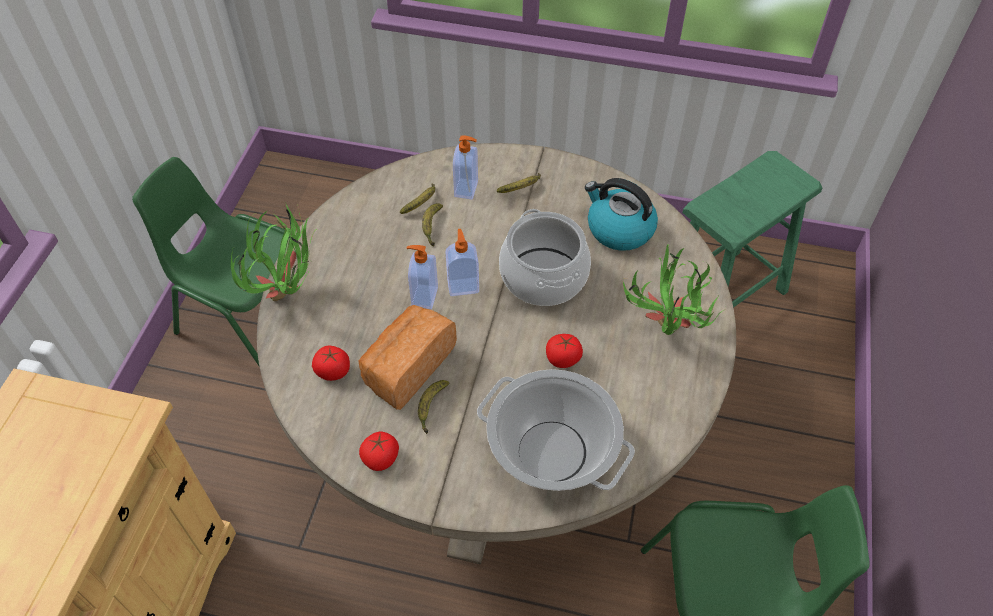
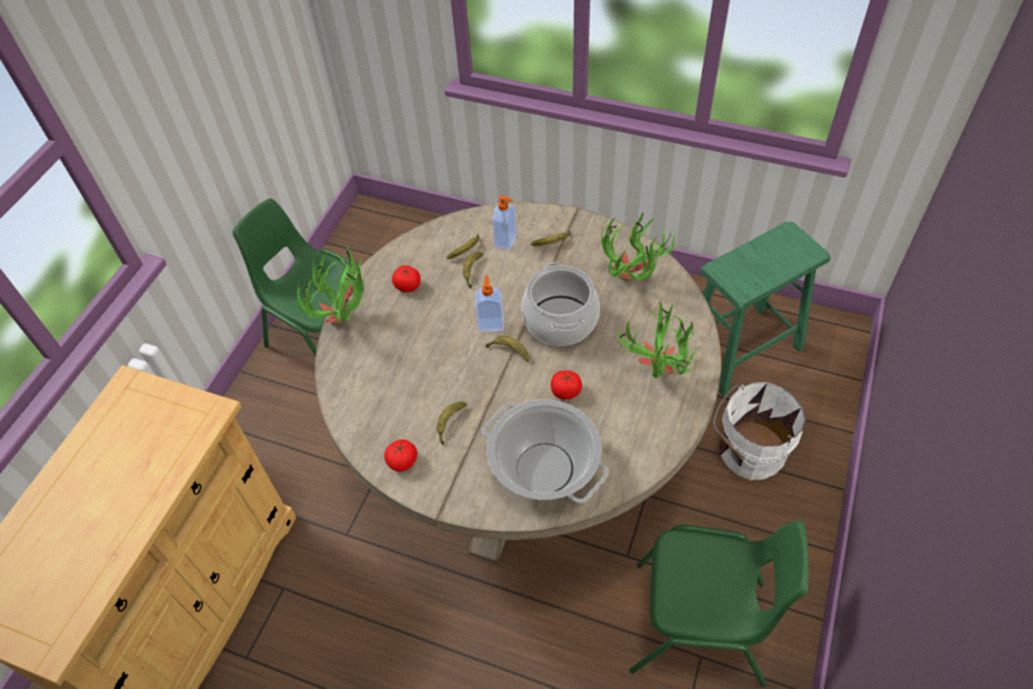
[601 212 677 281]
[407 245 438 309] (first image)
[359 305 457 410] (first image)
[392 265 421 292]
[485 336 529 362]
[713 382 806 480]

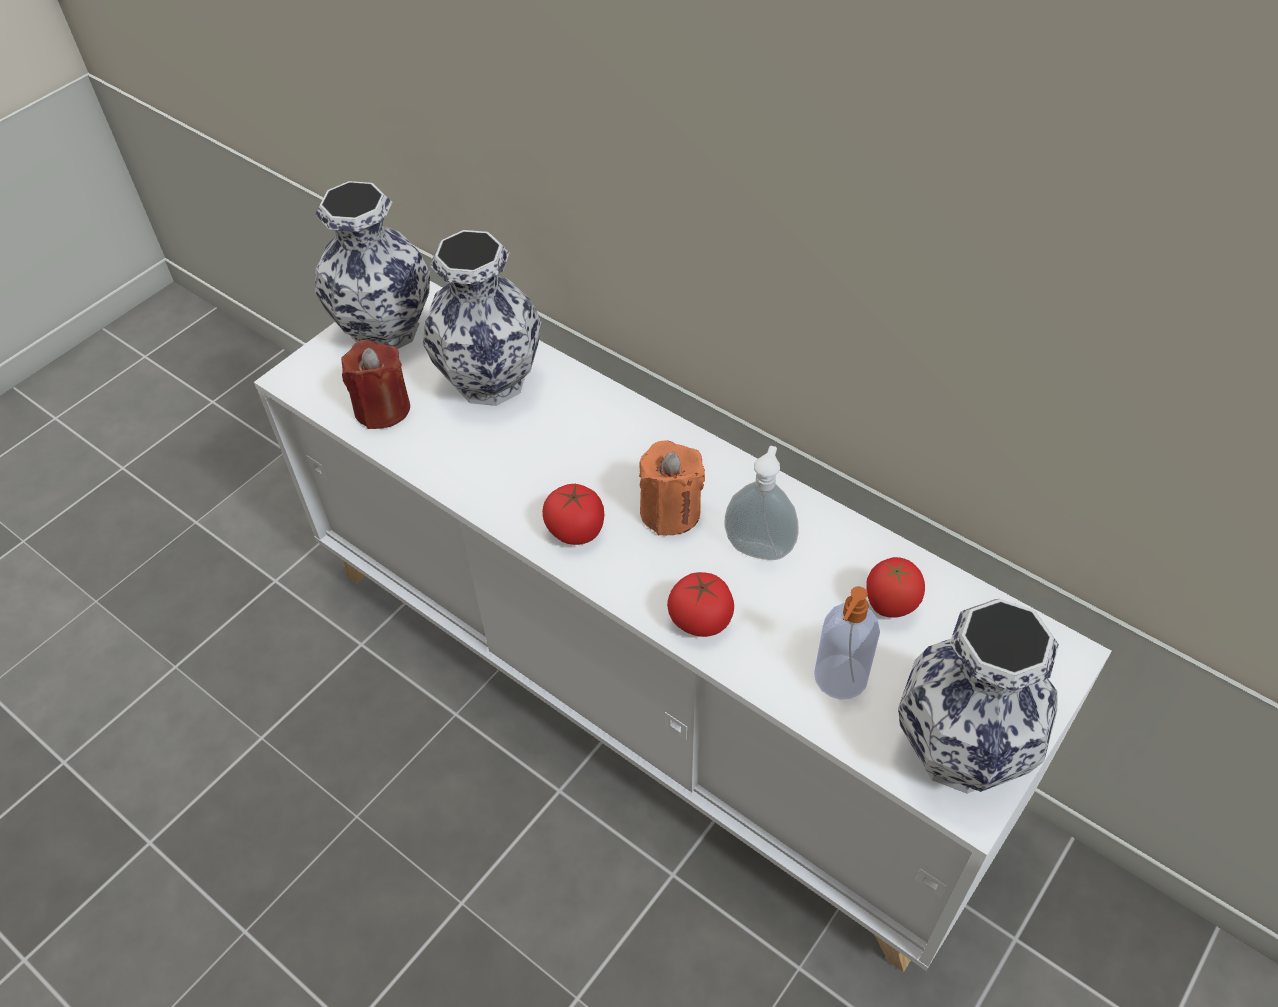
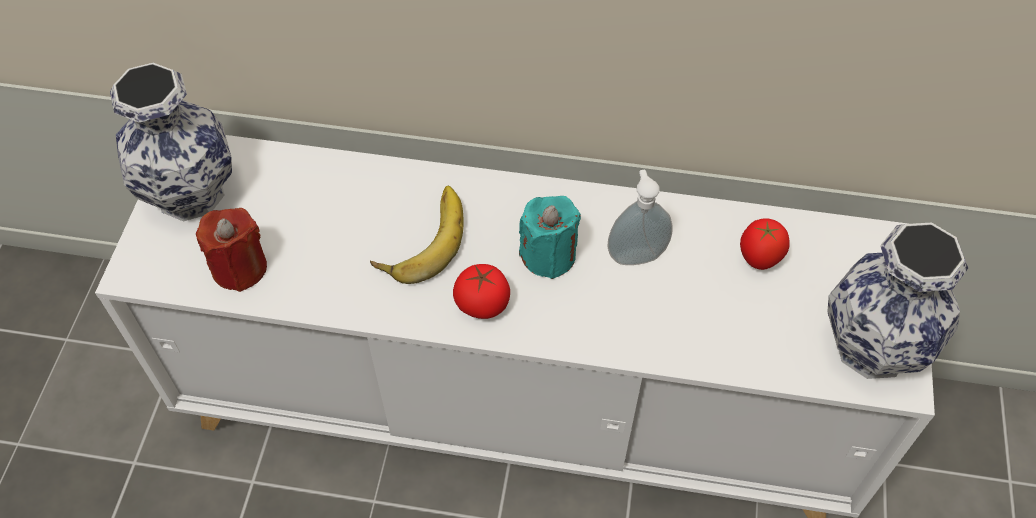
[423 230 541 406] (first image)
[519 196 581 279]
[667 572 734 637] (first image)
[814 586 880 700] (first image)
[370 186 463 284]

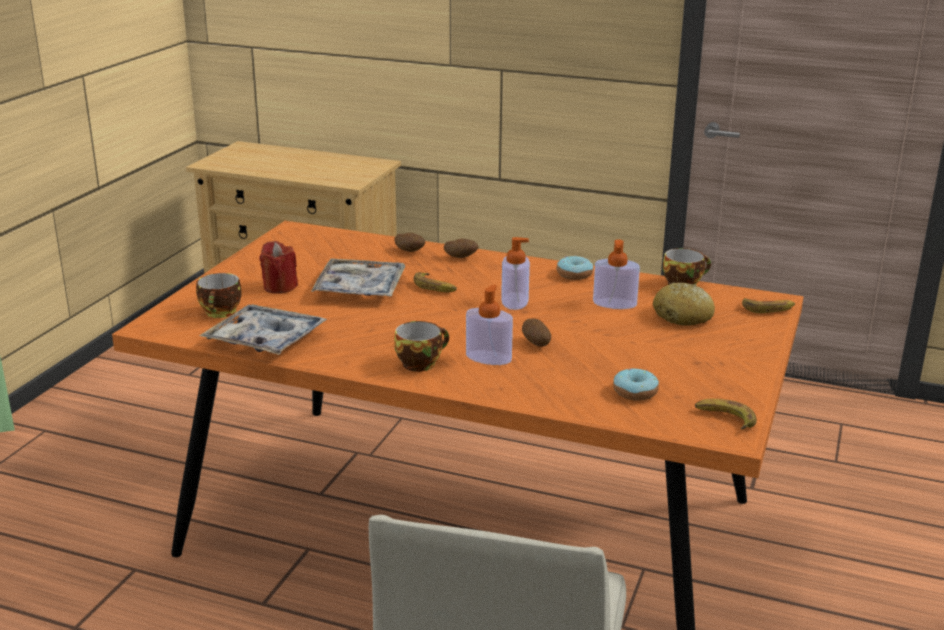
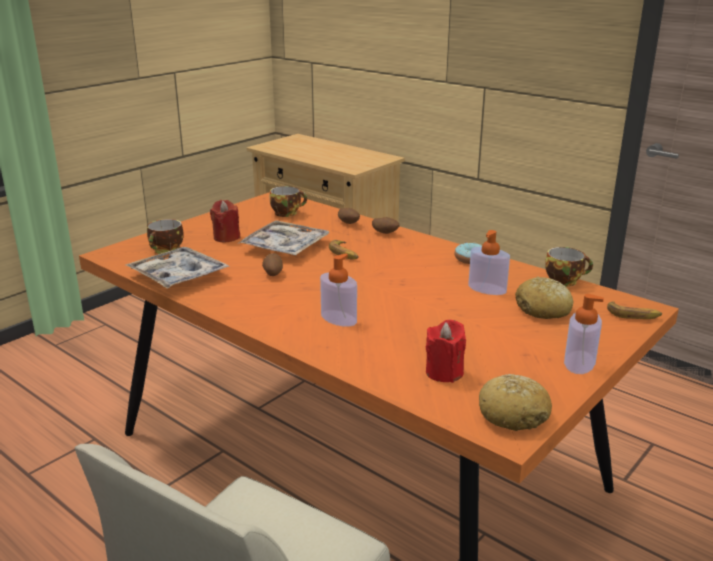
[564 294 604 374]
[262 253 283 276]
[269 186 307 217]
[426 320 466 383]
[479 374 552 431]

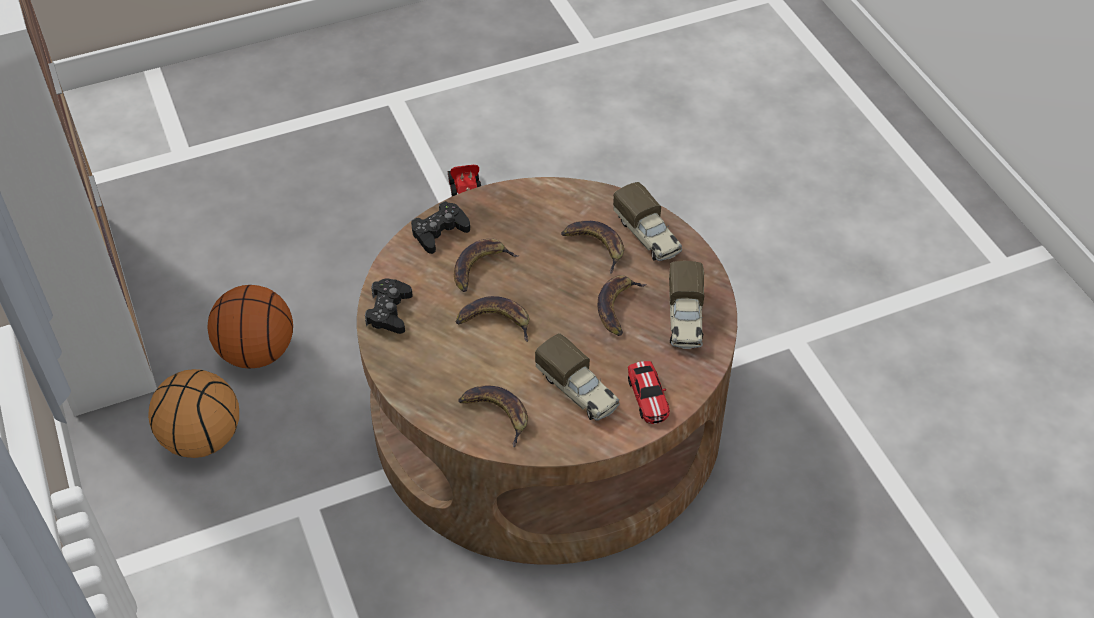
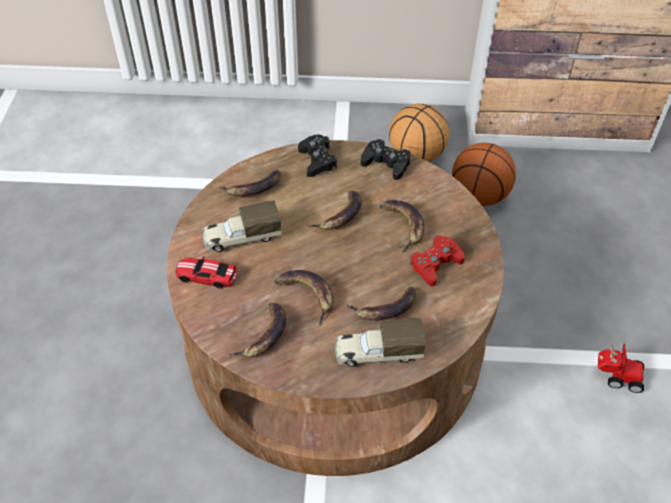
[298 135 337 177]
[229 303 286 357]
[410 235 465 286]

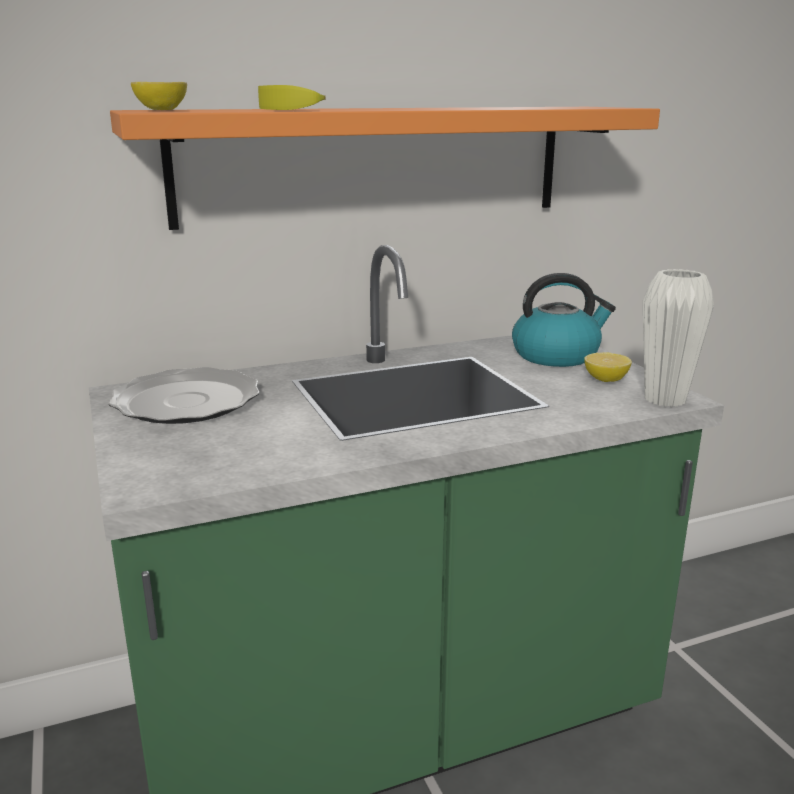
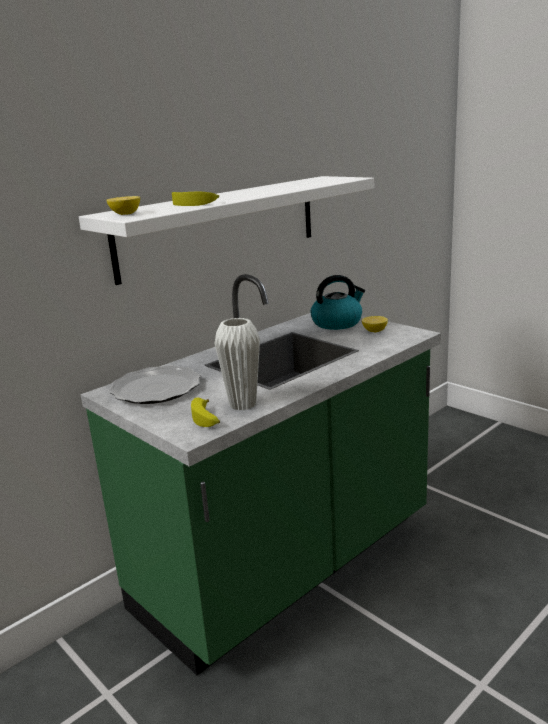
[79 176 374 285]
[215 318 260 410]
[191 397 220 427]

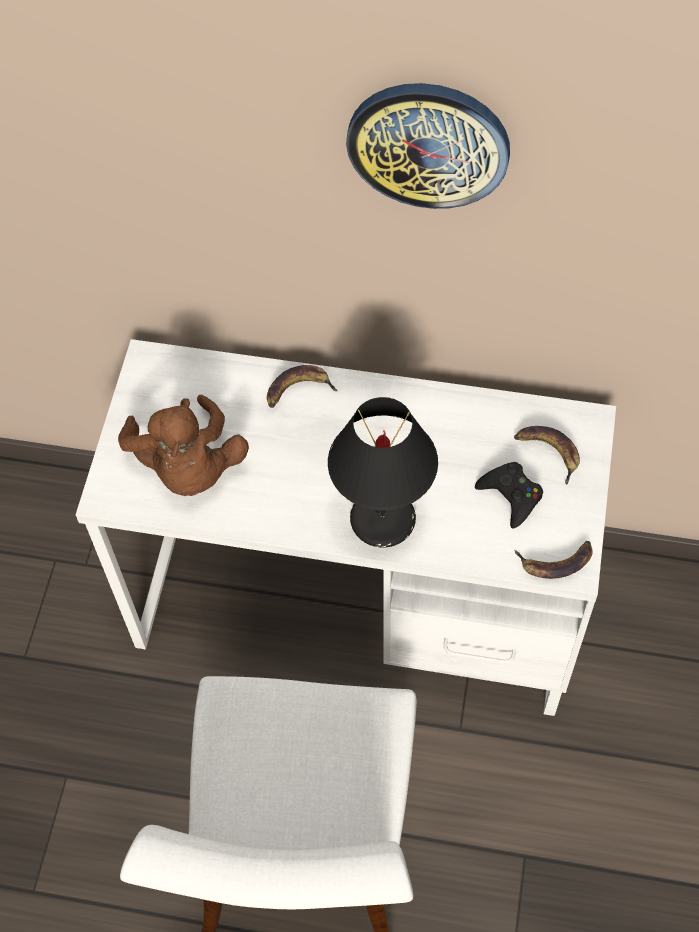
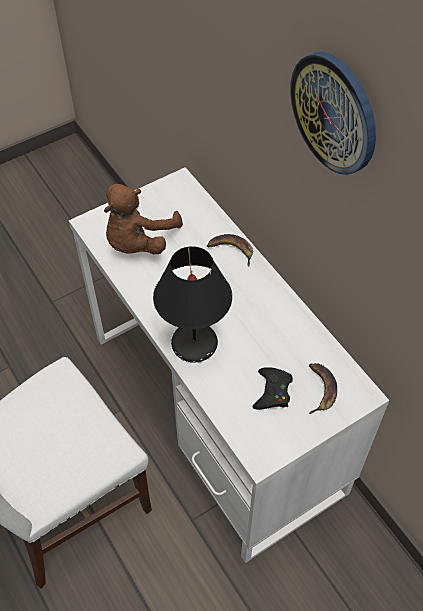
[514 541 593 579] (first image)

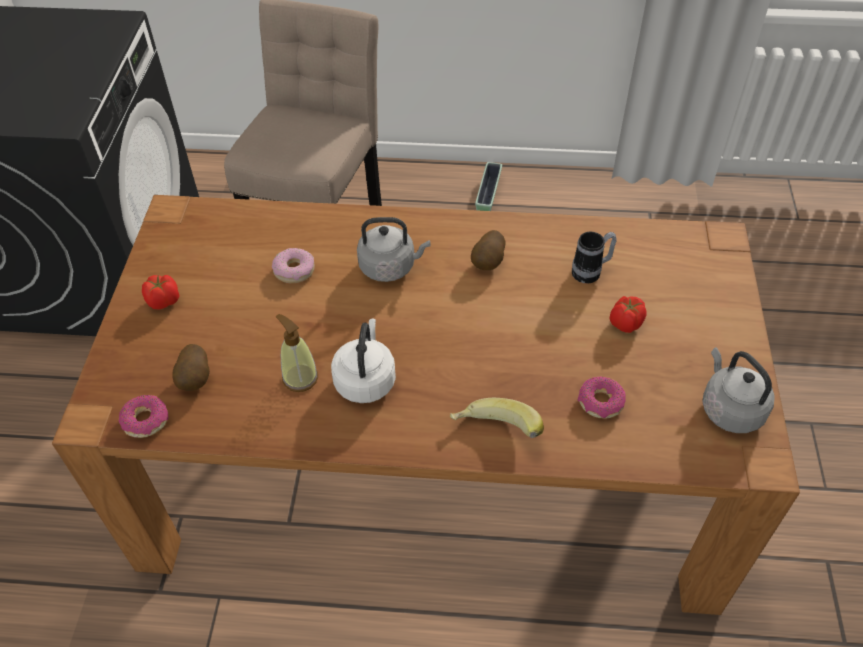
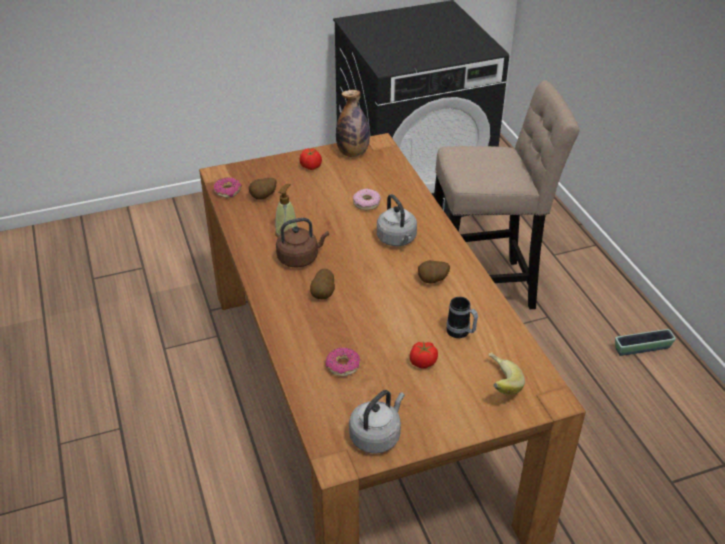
[276 218 329 268]
[488 352 525 395]
[336 90 370 157]
[310 268 335 299]

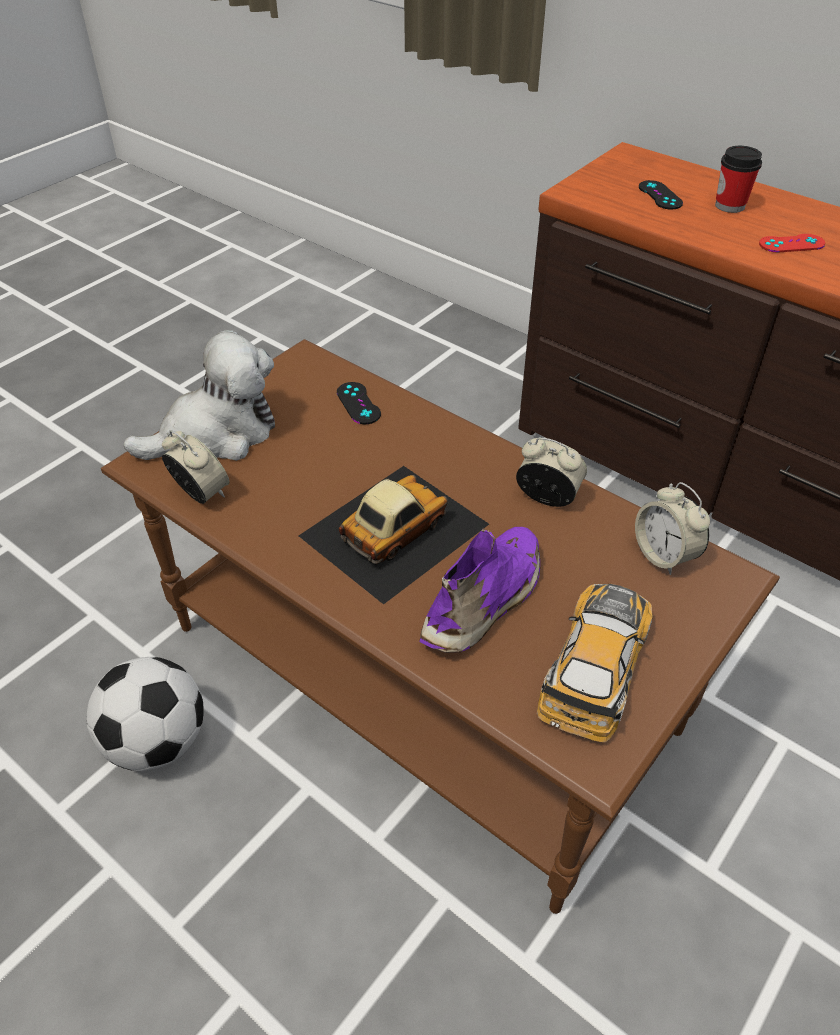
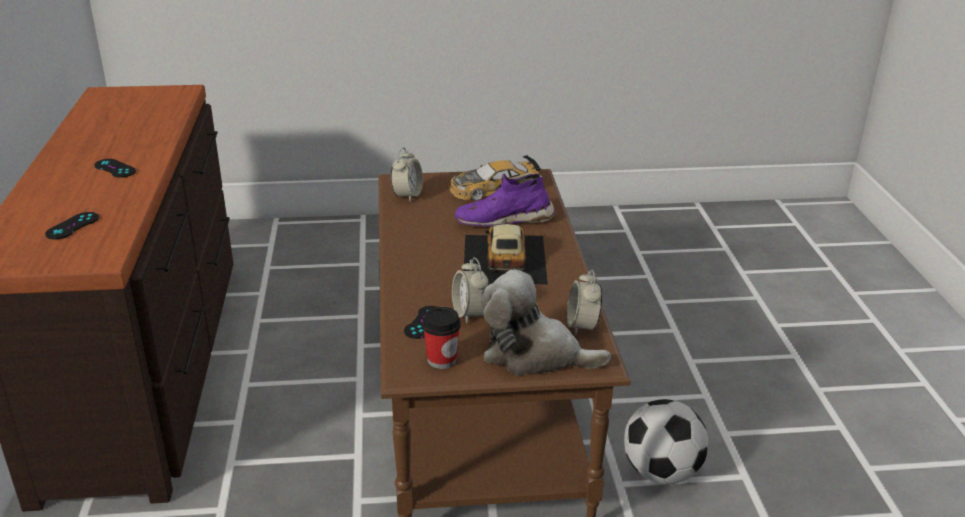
[422 307 461 369]
[94 159 136 178]
[452 257 489 323]
[464 224 548 285]

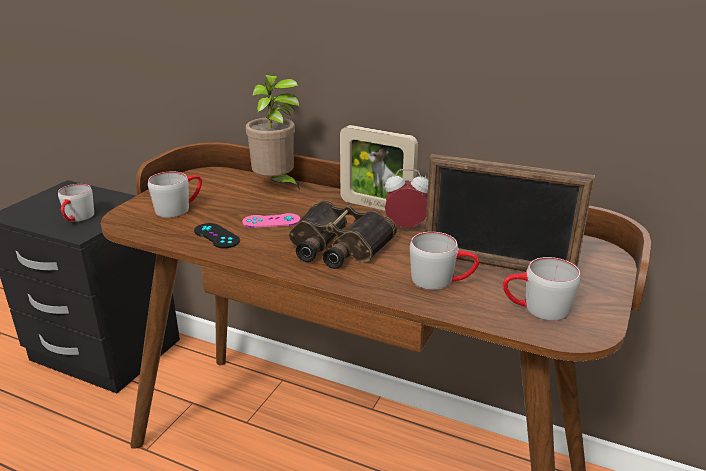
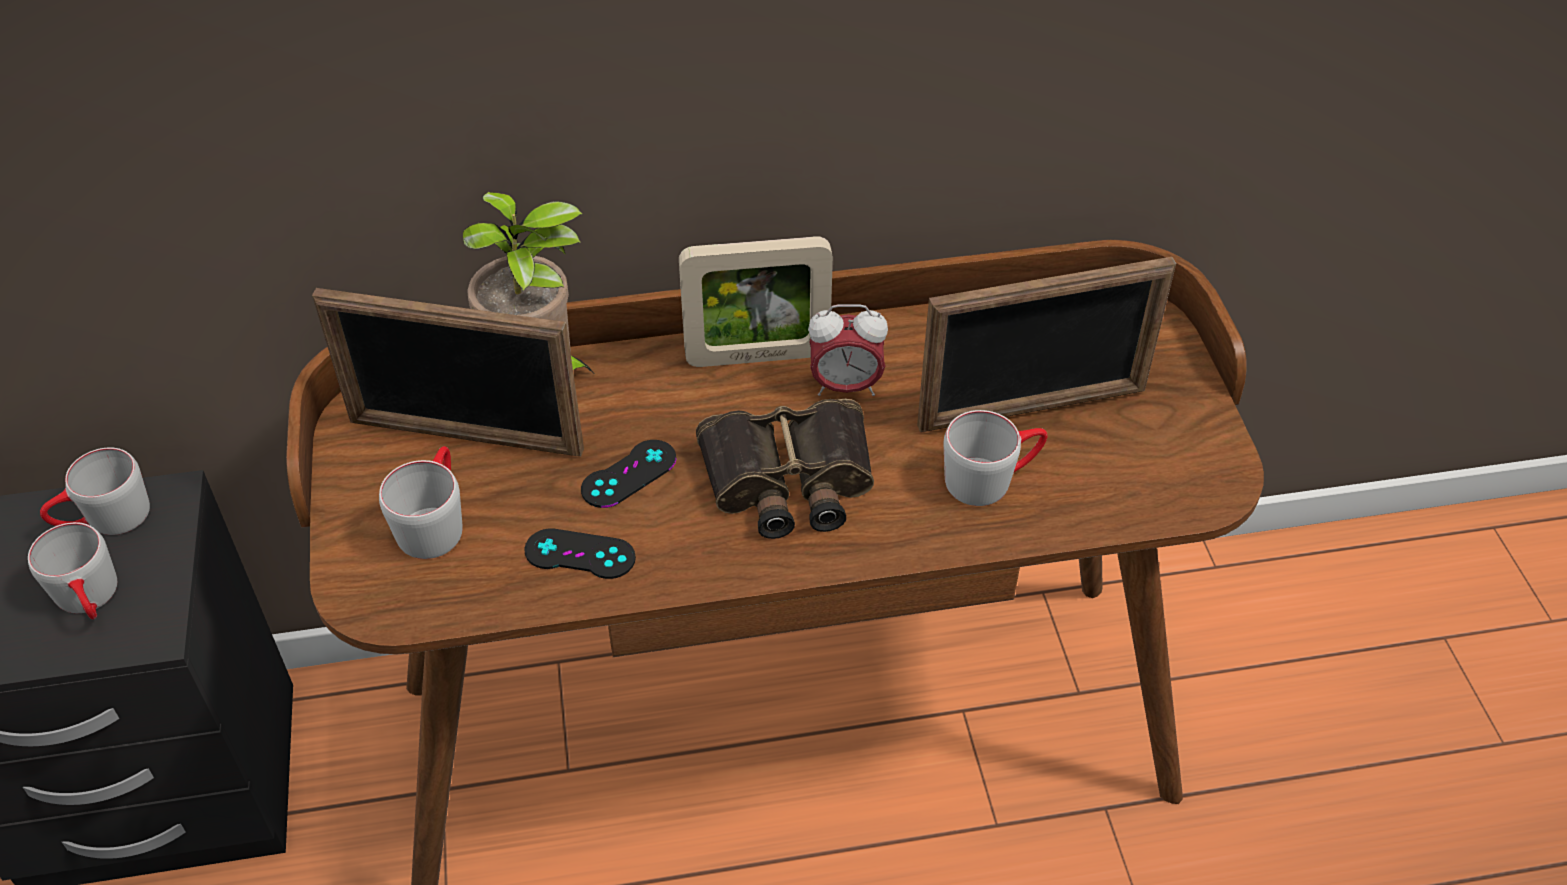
[808 304 888 396]
[581 440 677 508]
[40 447 150 535]
[312 288 584 456]

